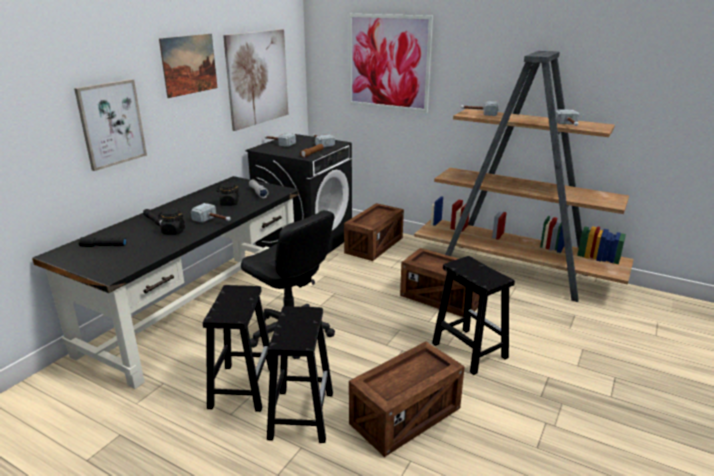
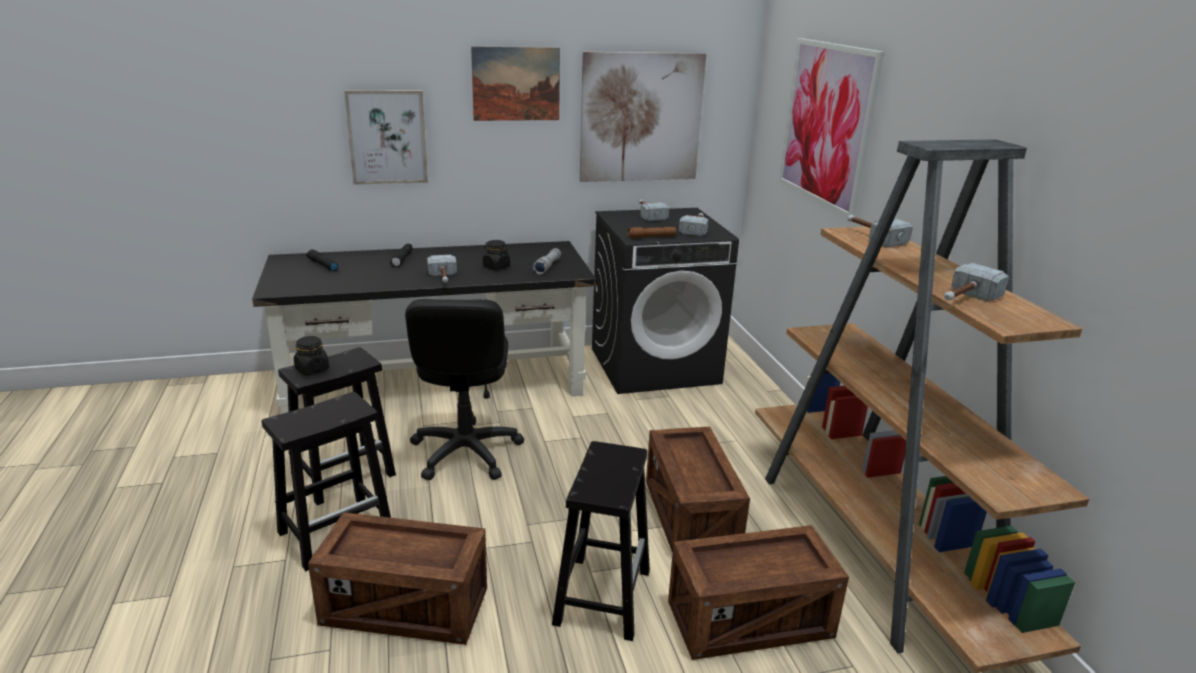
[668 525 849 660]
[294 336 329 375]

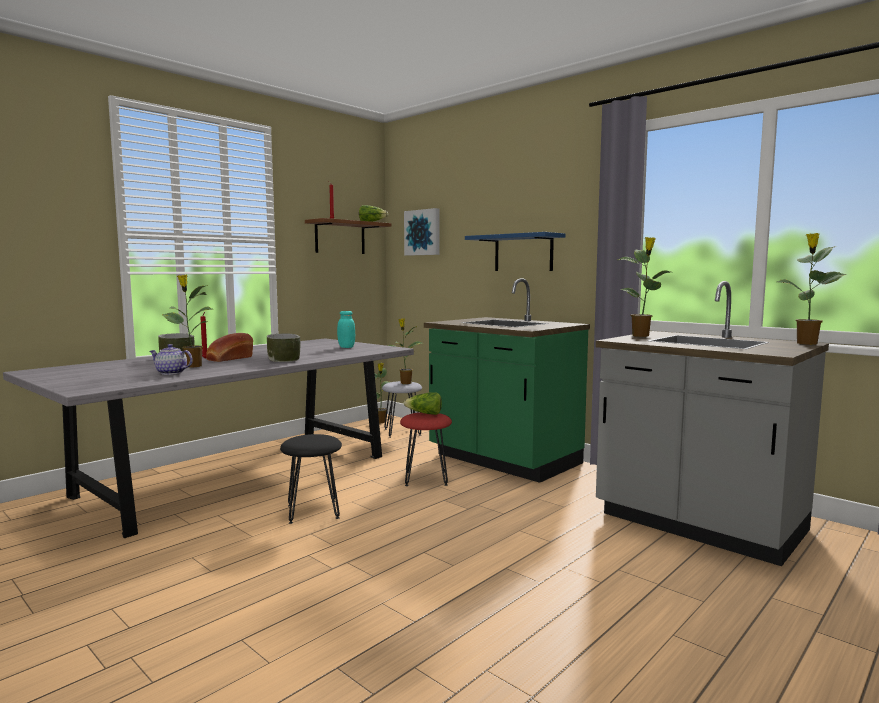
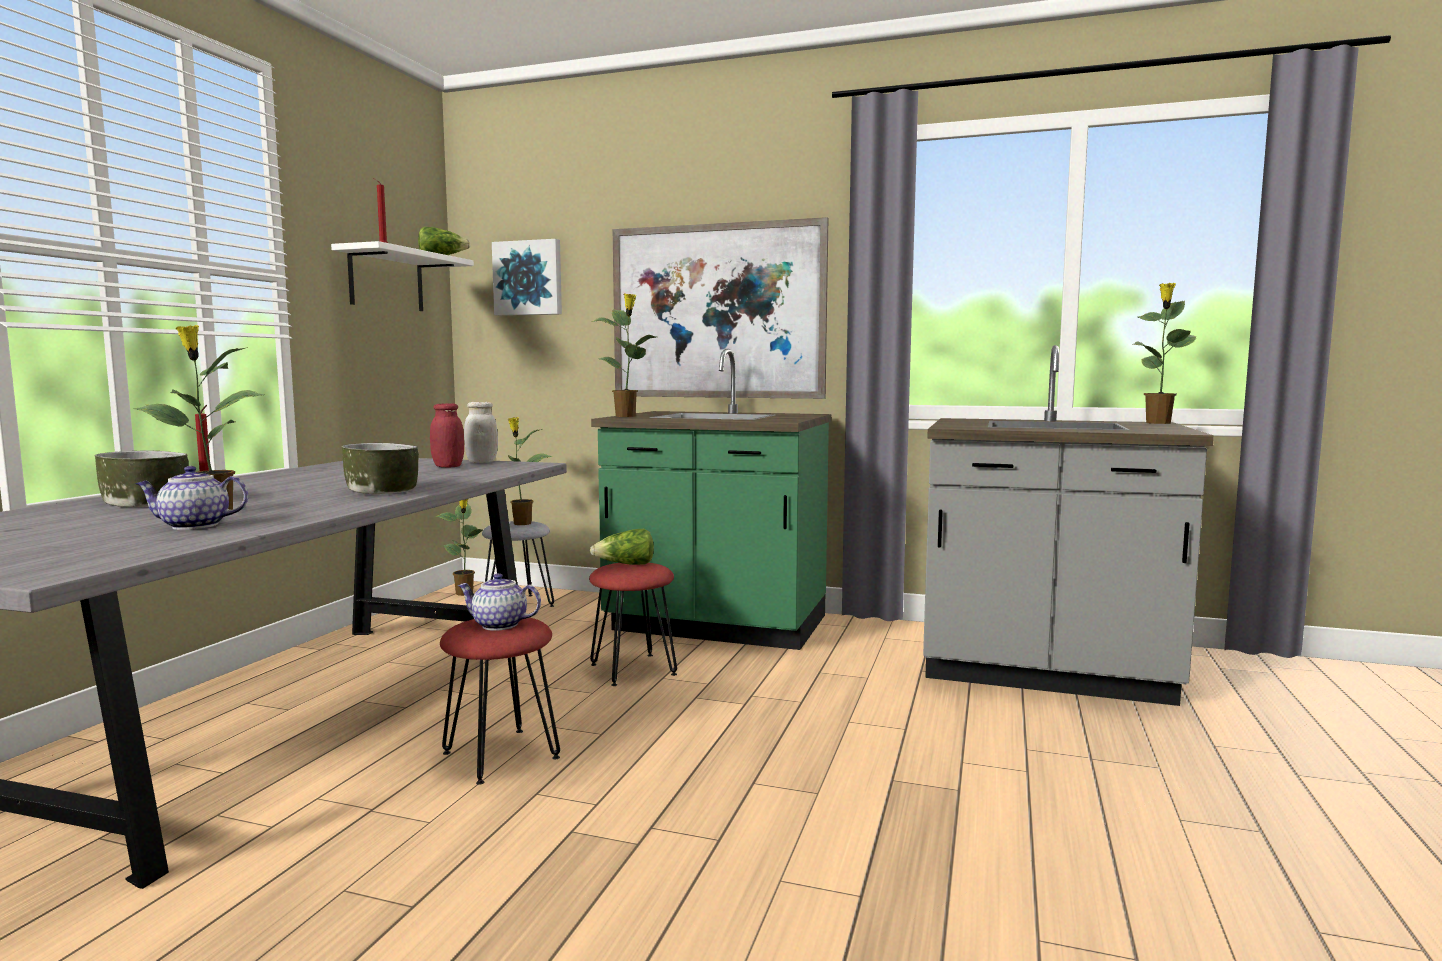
[331 241 474 311]
[613 217 828 399]
[591 294 656 417]
[430 403 464 468]
[206 333 253 362] (first image)
[440 618 560 785]
[464 402 498 463]
[458 573 541 631]

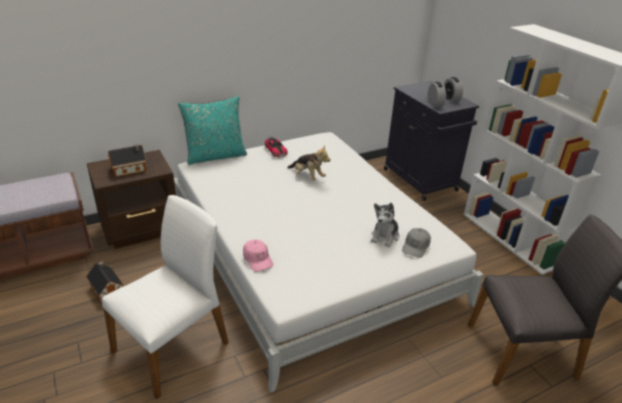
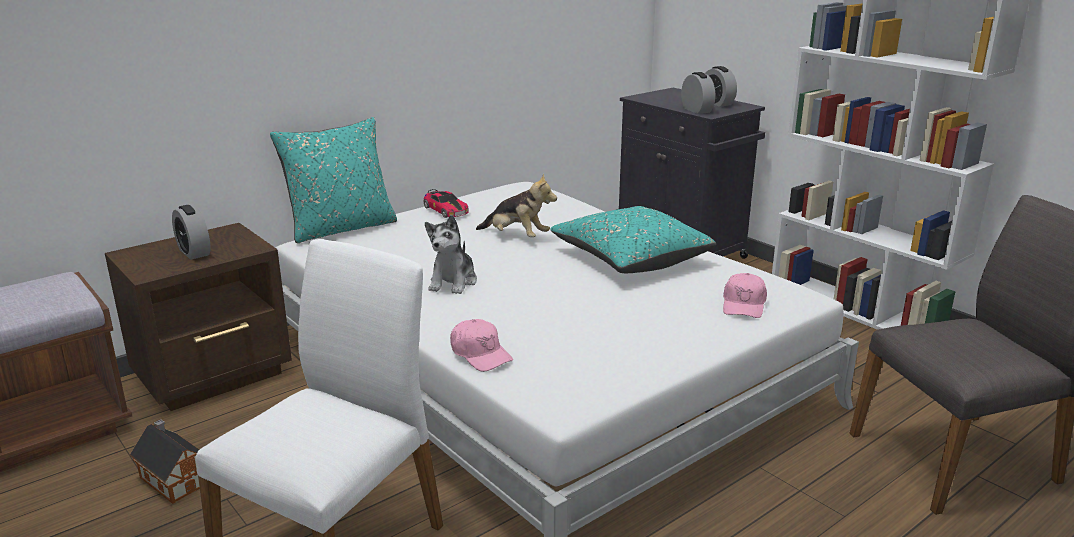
[172 205 210 260]
[425 215 477 294]
[723 273 767 318]
[551 206 717 273]

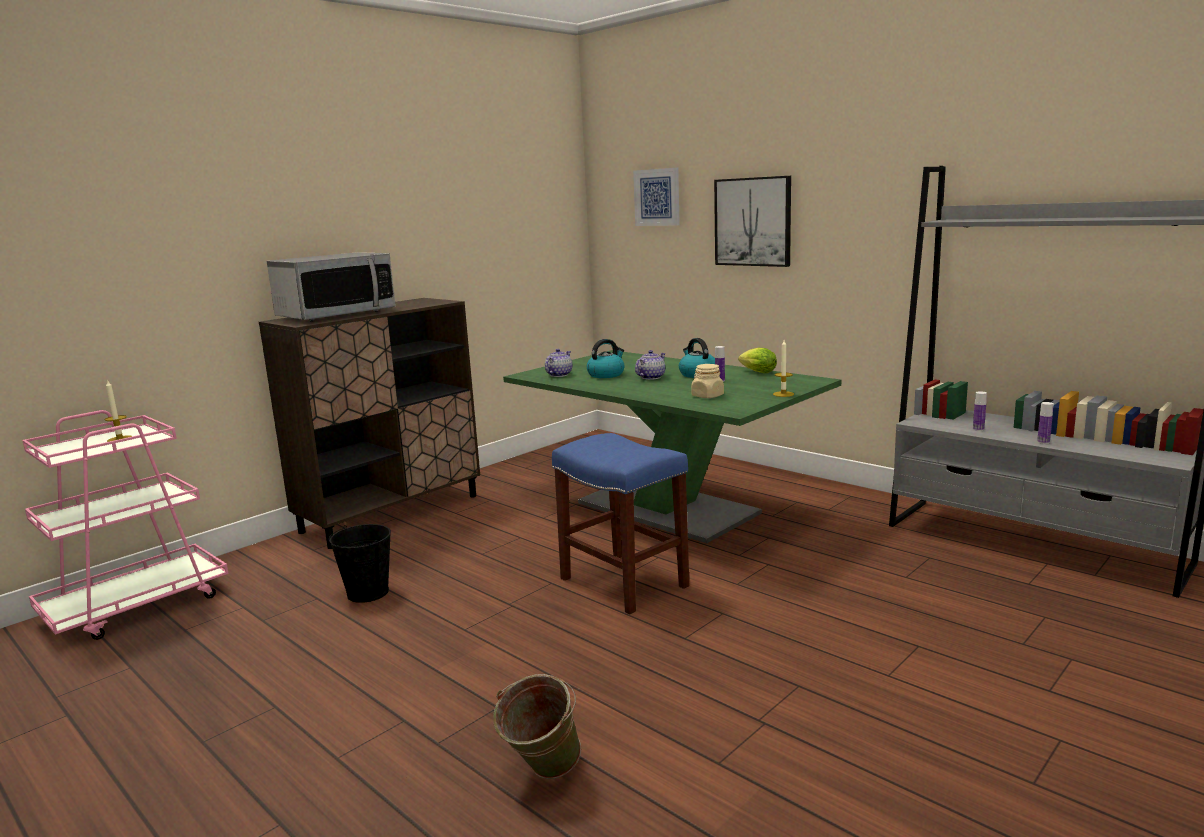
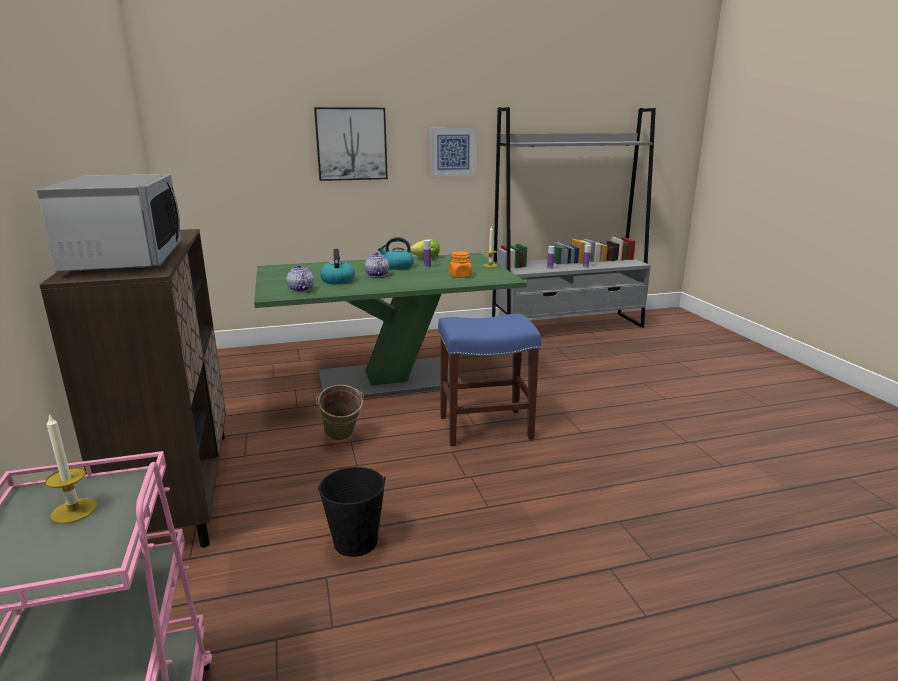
[430 128 476 176]
[449 251 472 278]
[316 385 364 441]

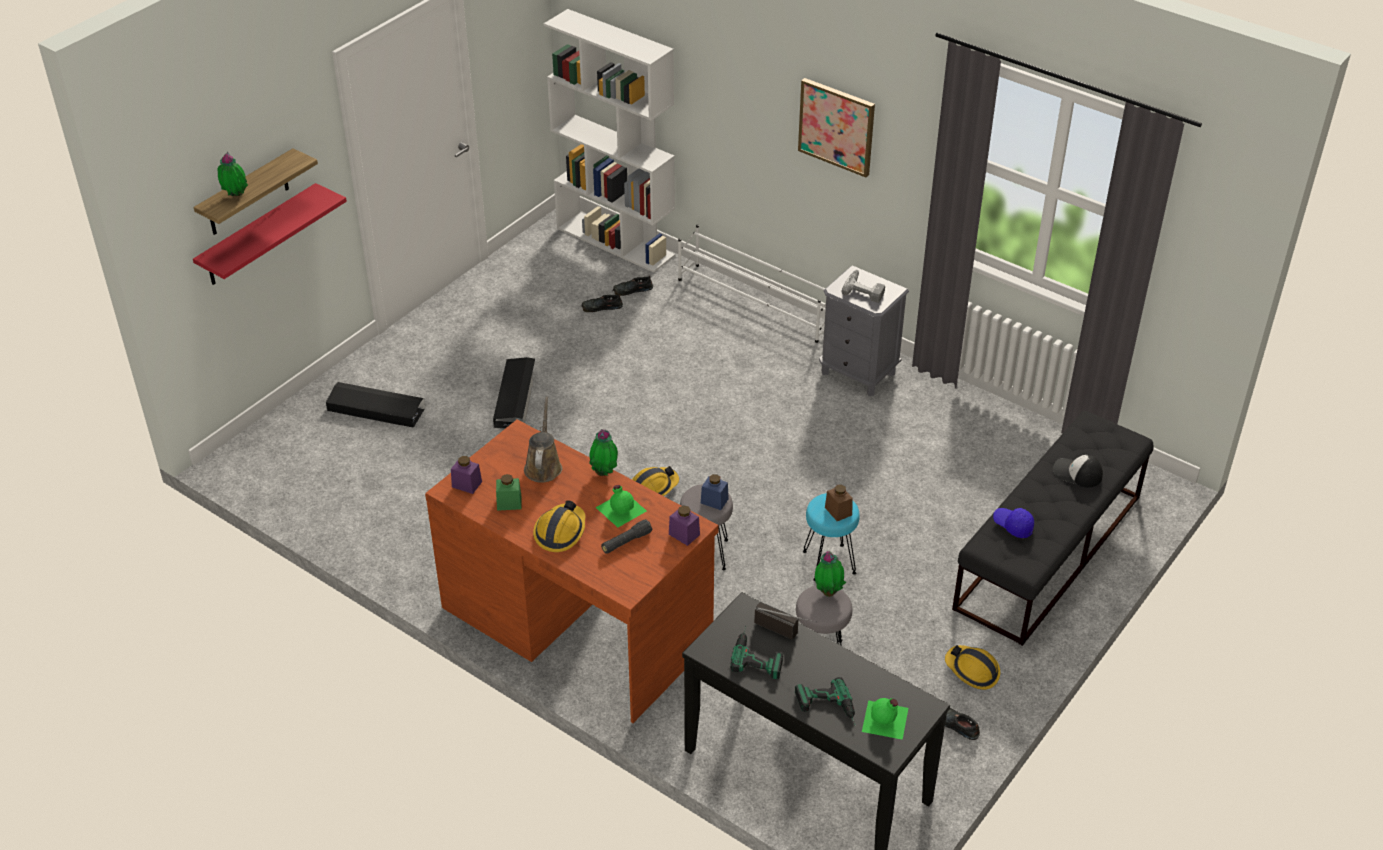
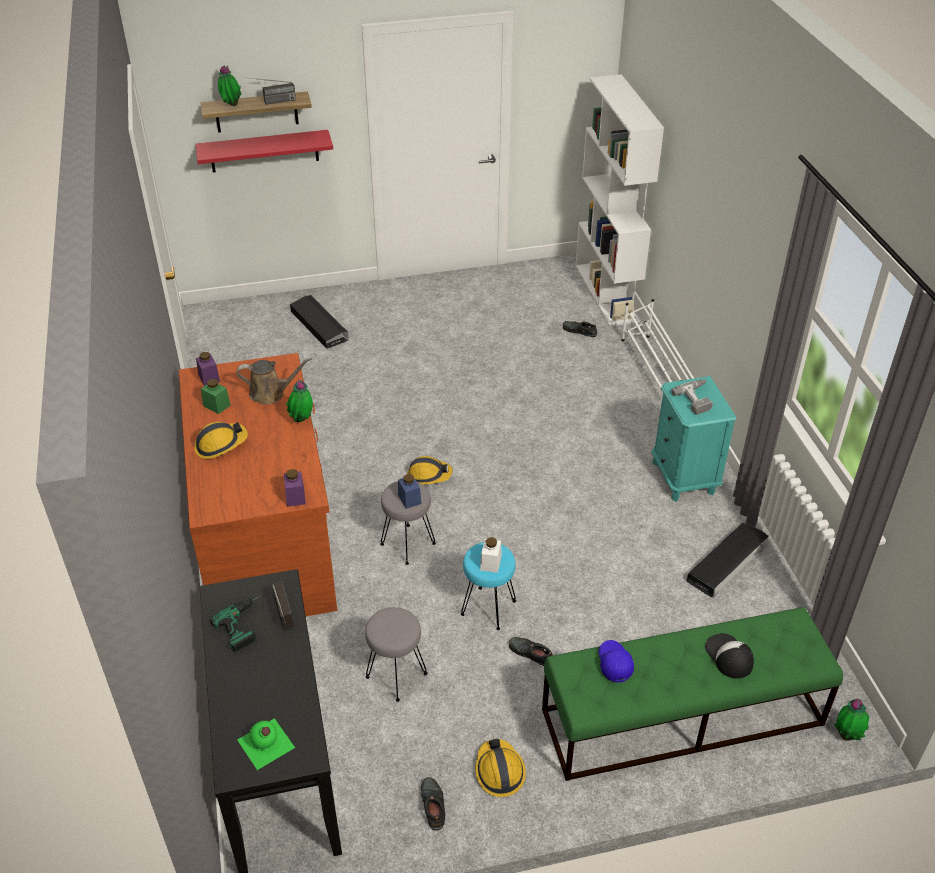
[798 78 875 178] (first image)
[651 376 736 502]
[509 637 553 666]
[686 523 768 598]
[237 358 312 405]
[542 607 843 781]
[480 537 502 573]
[595 485 646 527] (first image)
[601 519 652 554] (first image)
[835 699 869 741]
[795 677 856 727] (first image)
[244 77 296 105]

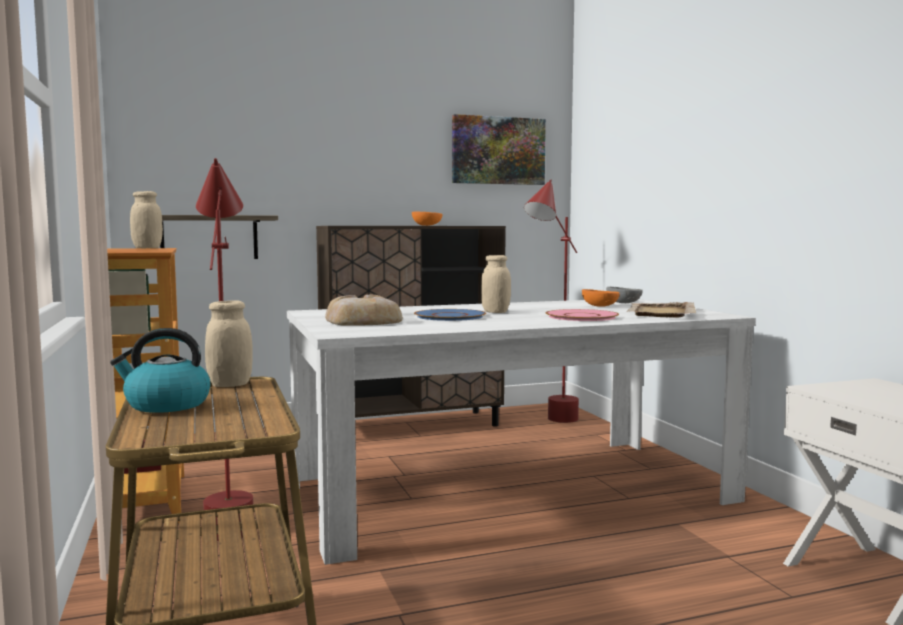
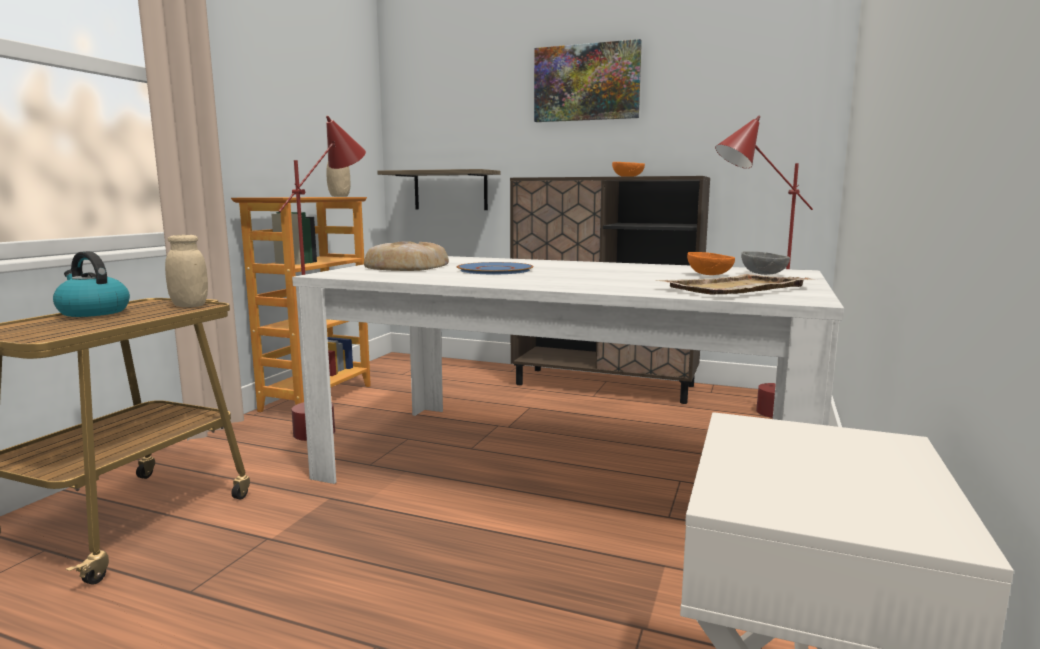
[534 39 642 122]
[481 255 511 313] (first image)
[546 309 619 321] (first image)

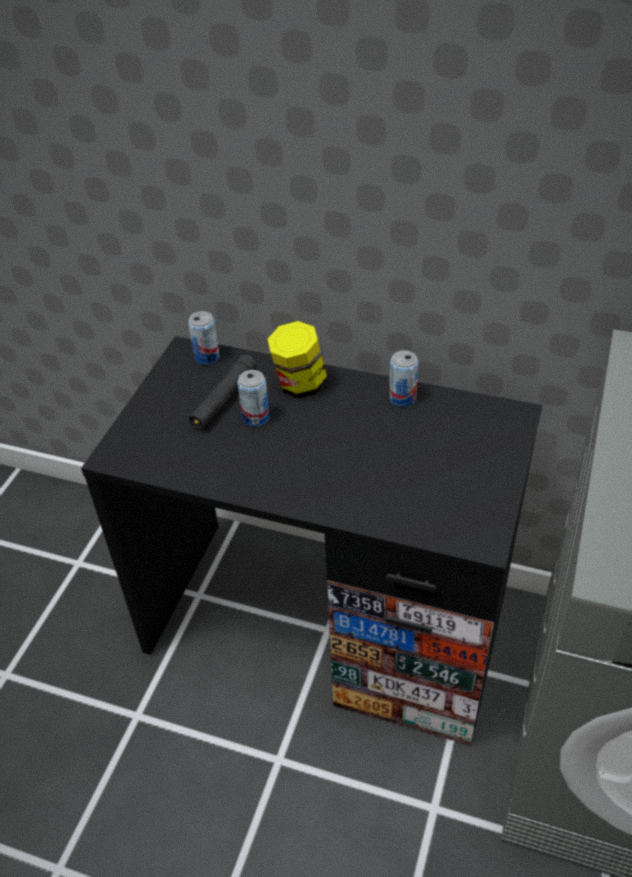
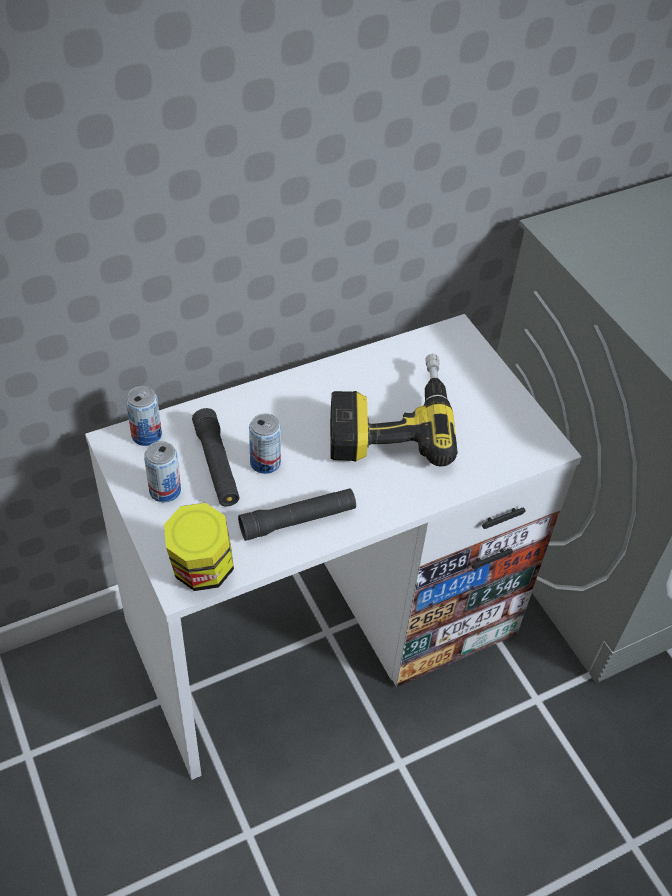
[164 503 234 591]
[85 314 582 780]
[144 441 181 502]
[330 354 458 467]
[238 488 356 541]

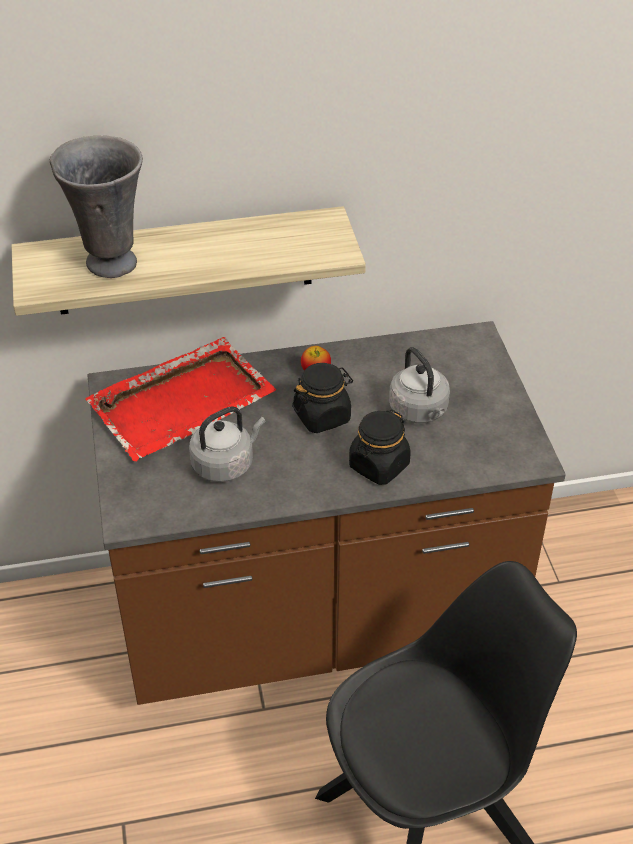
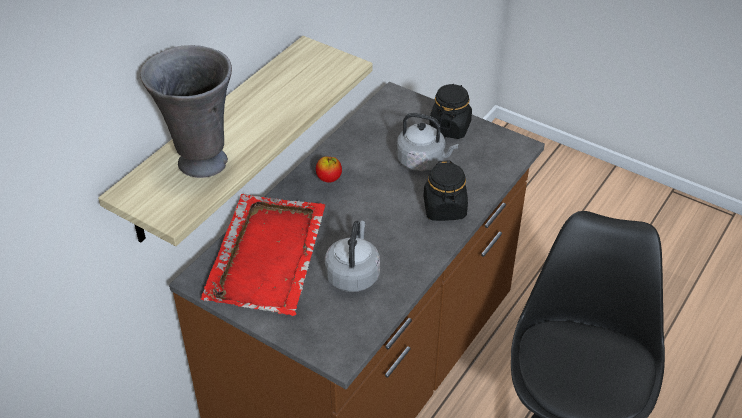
[429 84 472 139]

